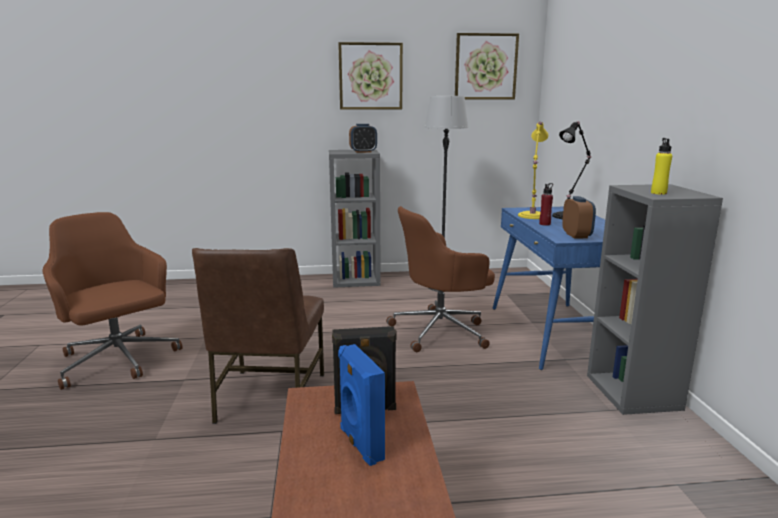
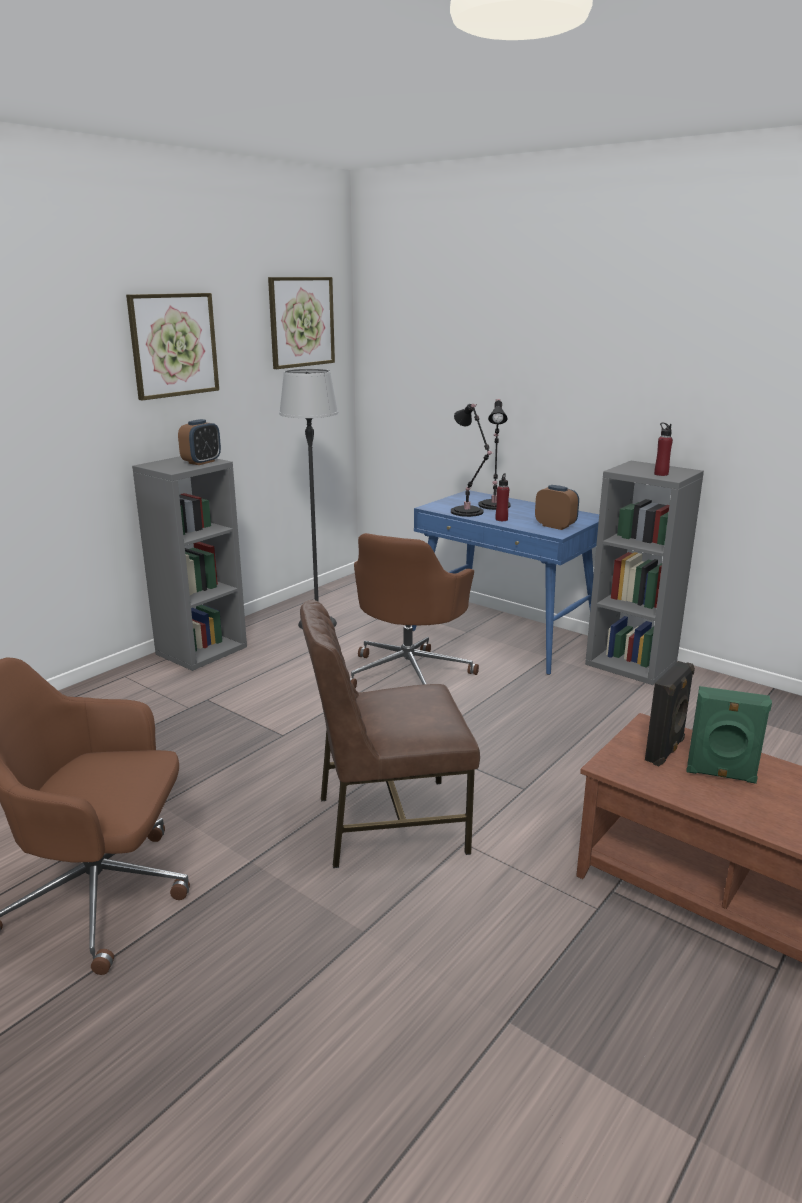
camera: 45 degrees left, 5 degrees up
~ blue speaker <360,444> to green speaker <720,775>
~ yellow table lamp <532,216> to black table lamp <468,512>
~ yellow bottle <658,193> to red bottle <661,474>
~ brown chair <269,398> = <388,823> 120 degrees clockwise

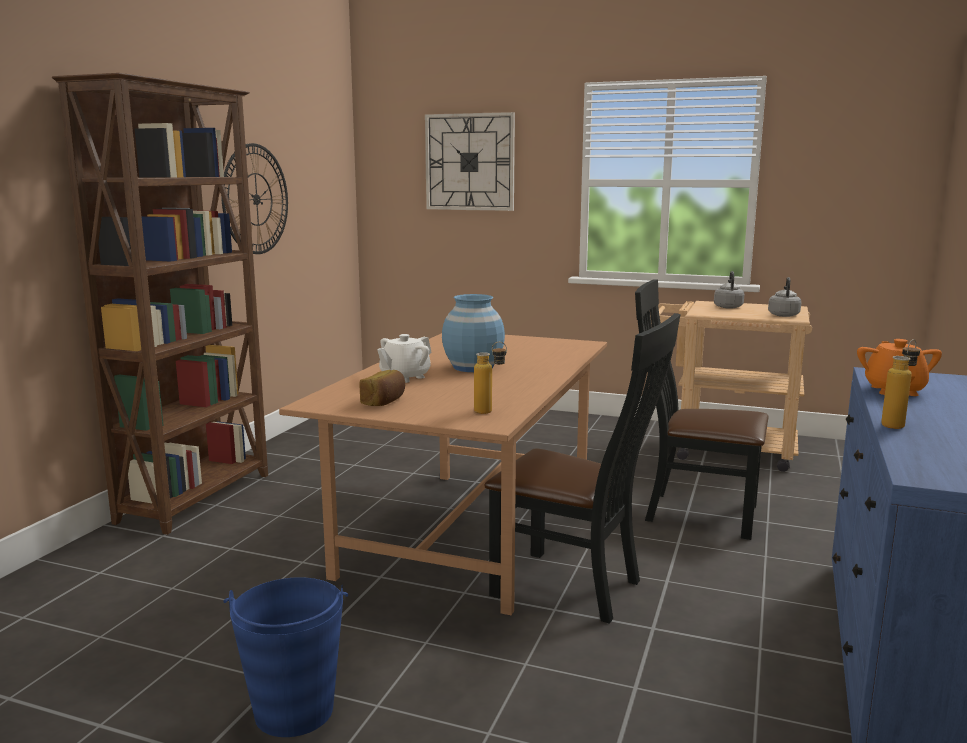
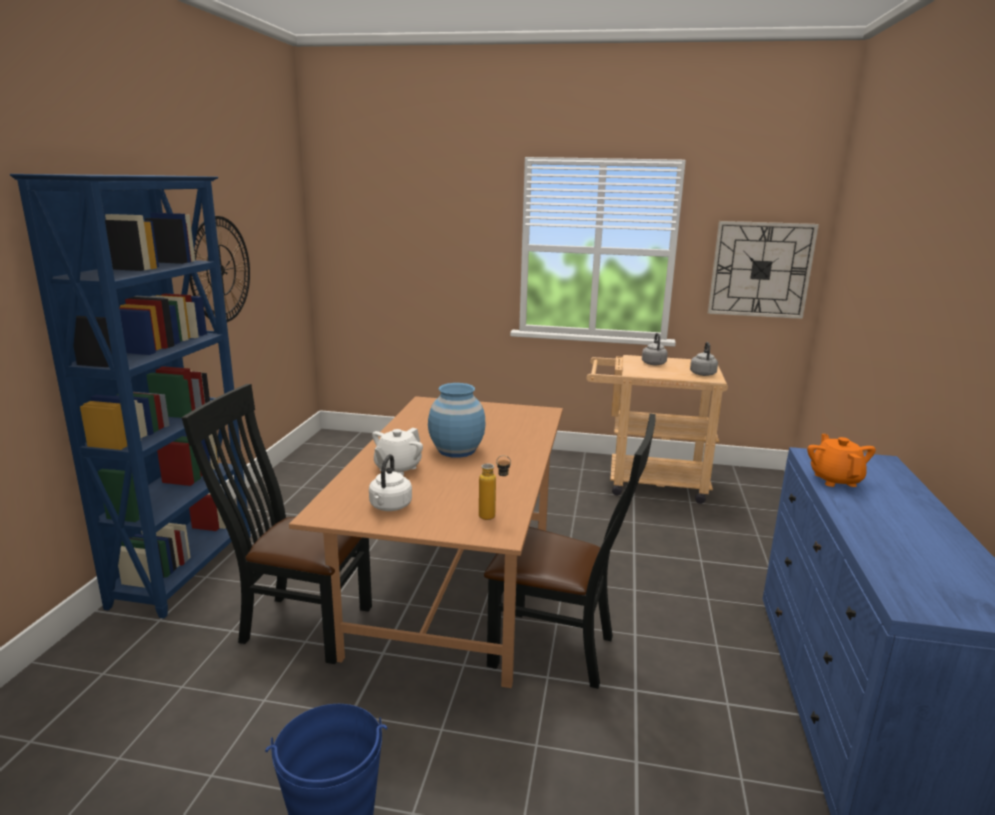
camera: 10 degrees left, 5 degrees up
- bottle <896,424>
~ wall clock <469,162> to <760,269>
~ black chair <693,512> to <299,624>
~ bread <384,402> to white kettle <390,507>
~ brown bookcase <198,498> to blue bookcase <186,569>

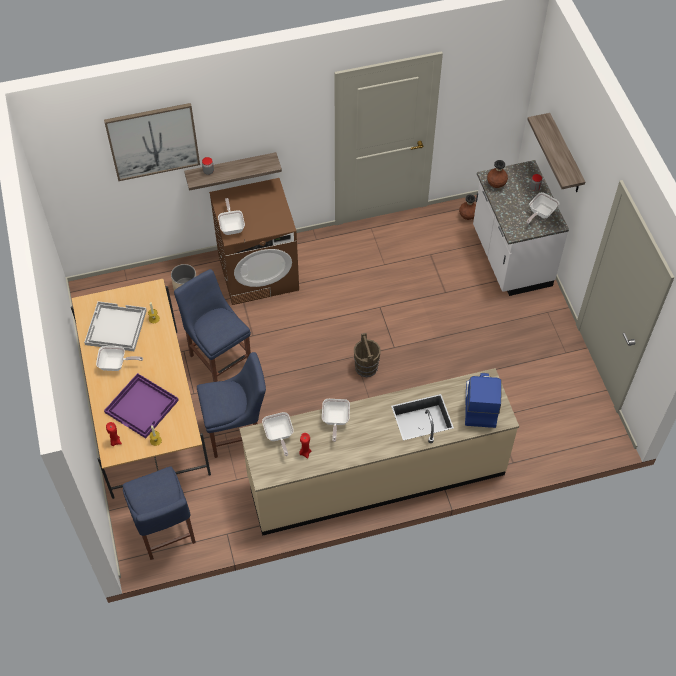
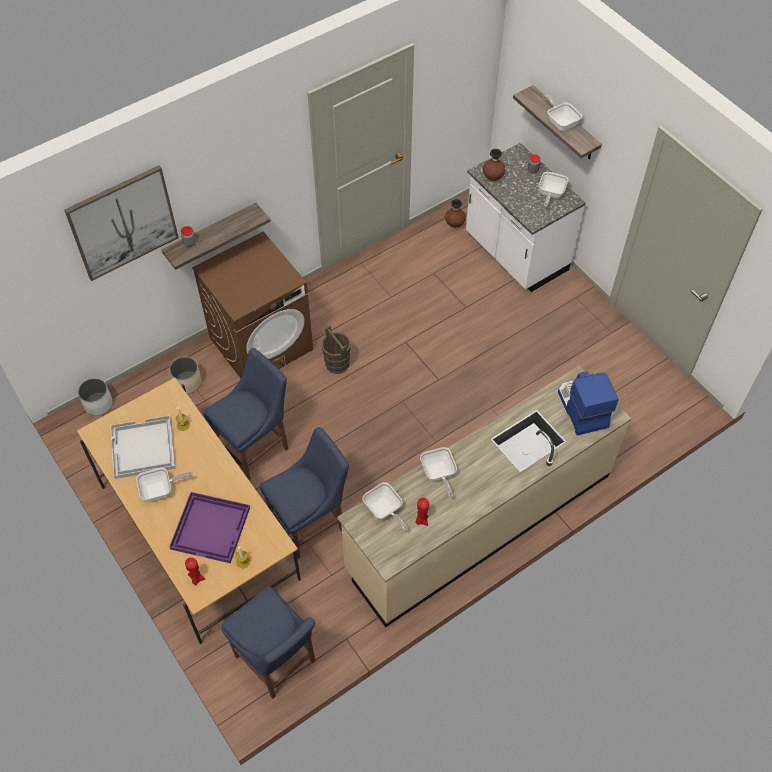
camera: 20 degrees left, 0 degrees up
+ white planter <98,404>
~ frying pan <232,226> to <560,122>
~ brown bucket <366,367> to <337,363>
~ blue chair <219,357> = <255,447> 105 degrees clockwise

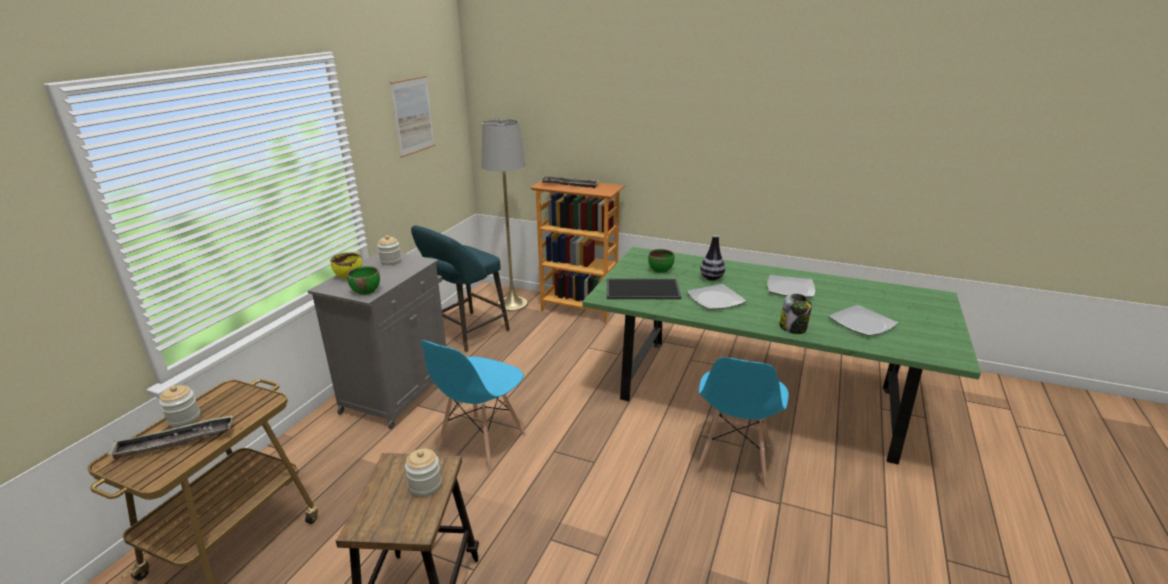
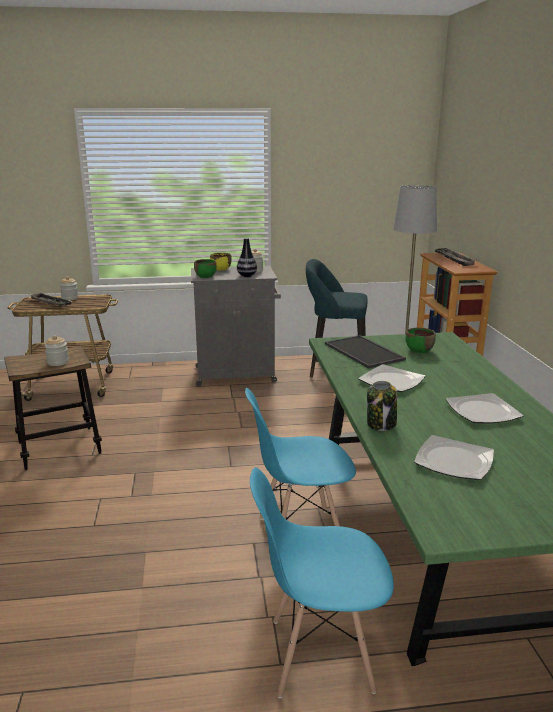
camera: 60 degrees right, 5 degrees down
- picture <413,116>
~ blue chair <481,443> to <319,655>
~ vase <711,278> to <247,276>

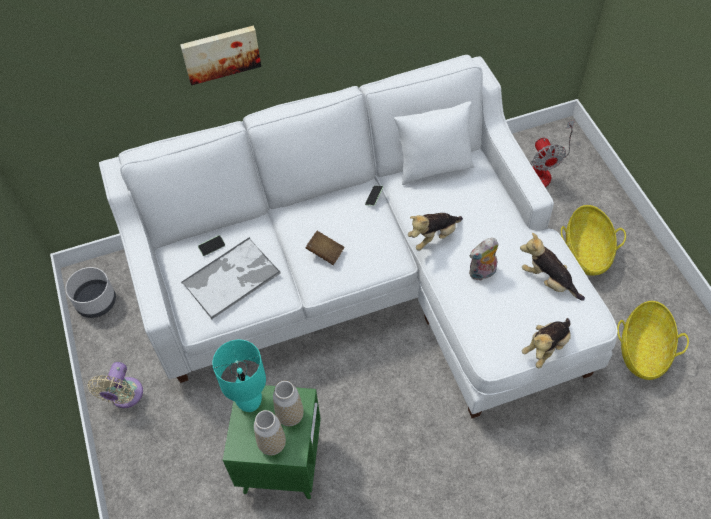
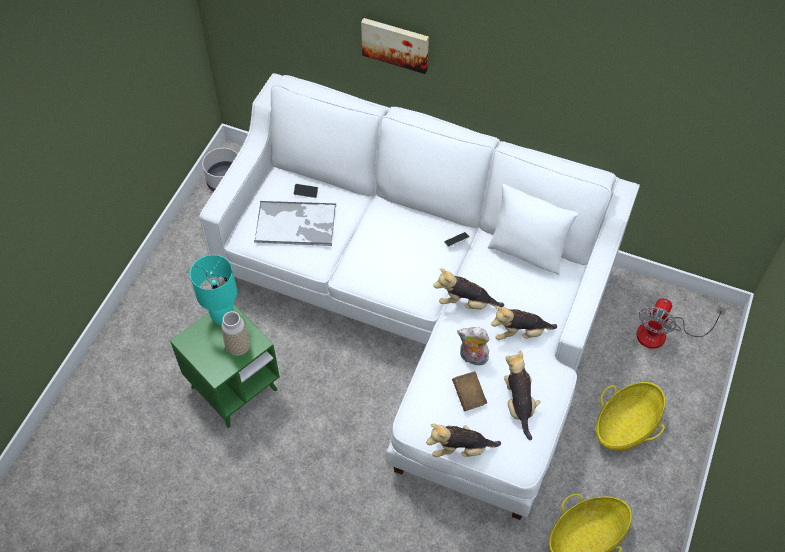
camera: 40 degrees right, 0 degrees up
- beige fan <125,396>
- vase <272,444>
+ plush toy <520,333>
~ brown book <325,253> to <468,395>

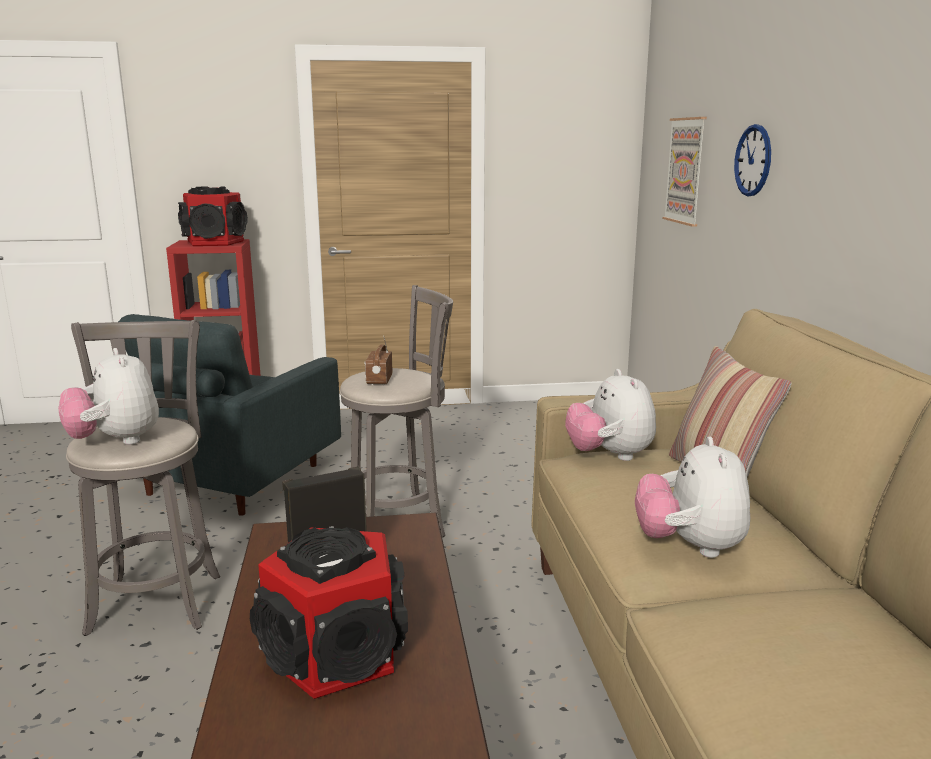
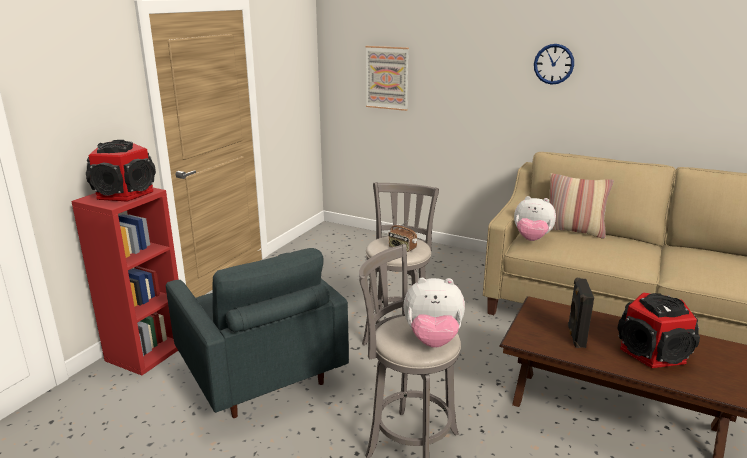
camera: 55 degrees left, 5 degrees up
- plush toy <690,547>
~ wall clock <753,160> to <553,64>

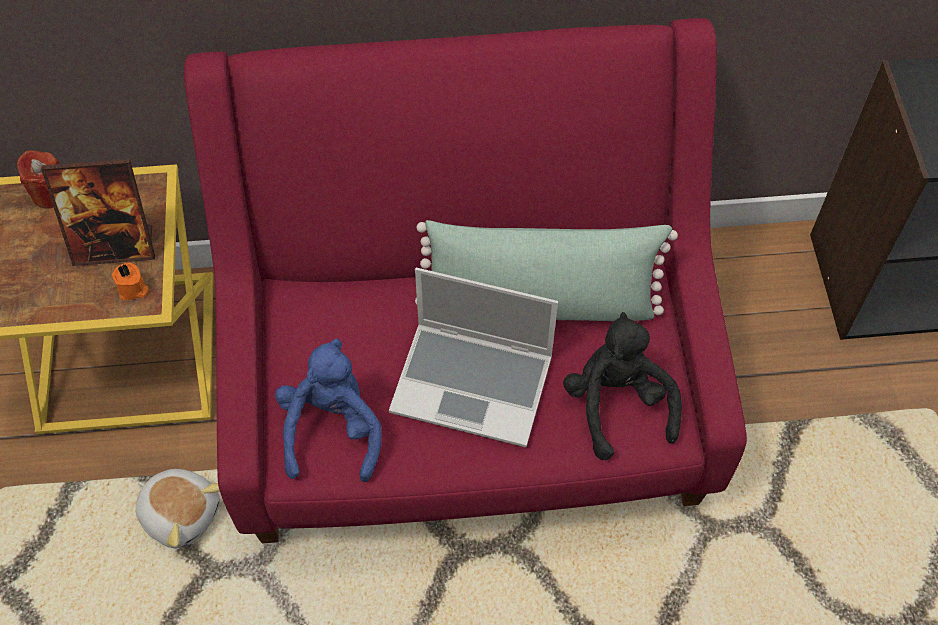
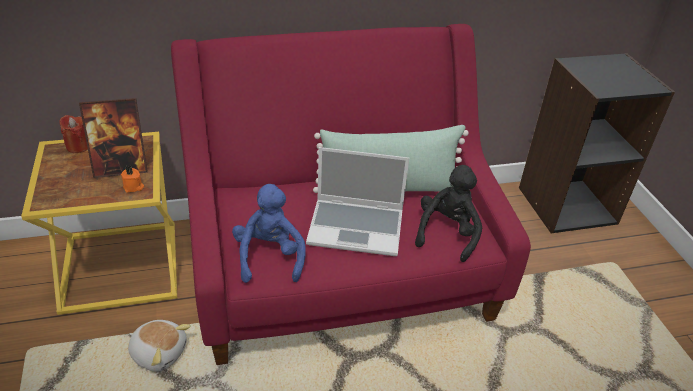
camera: 10 degrees left, 20 degrees down
~ black plush toy <617,404> = <447,233> 45 degrees clockwise

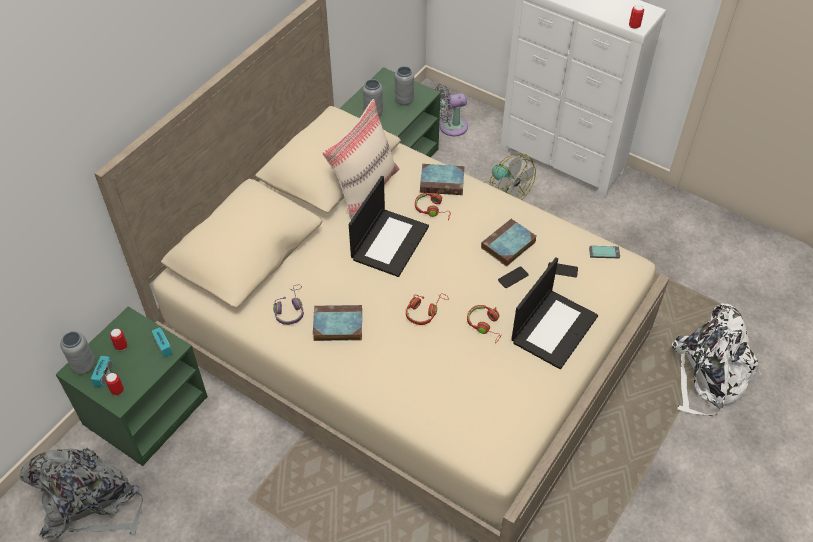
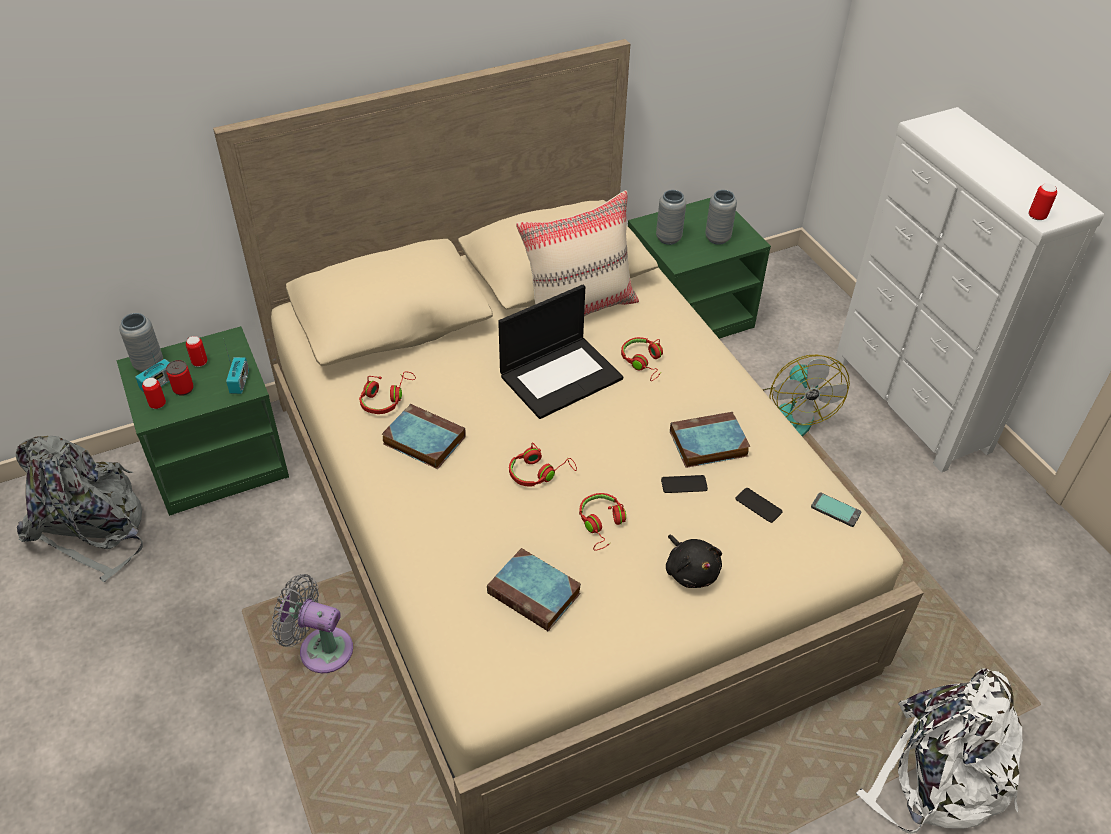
camera: 30 degrees right, 5 degrees down
+ can <183,389>
~ book <443,182> to <536,594>
~ grey fan <450,127> to <320,648>
~ laptop <554,328> to black plush toy <690,571>
~ purple headphones <290,310> to red headphones <386,398>

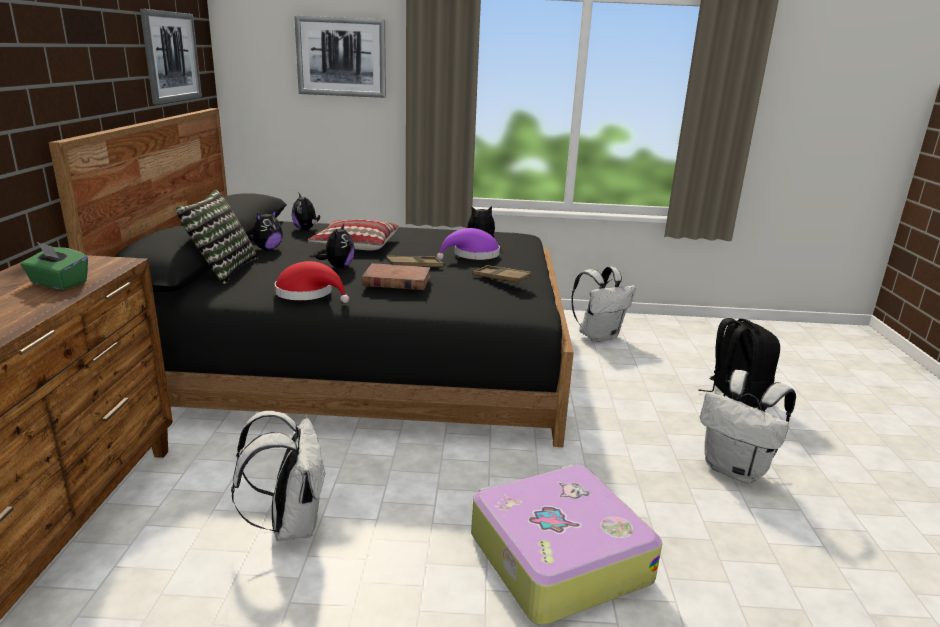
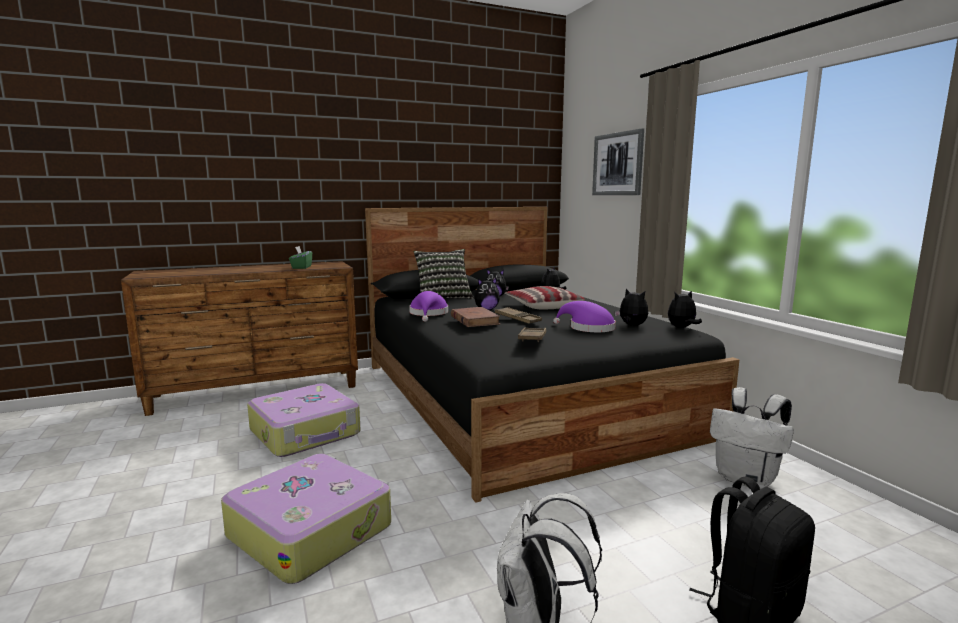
camera: 65 degrees right, 10 degrees down
- picture <171,57>
+ plush toy <682,327>
~ white backpack <290,524> to suitcase <306,432>
~ red hat <308,293> to purple hat <428,314>

